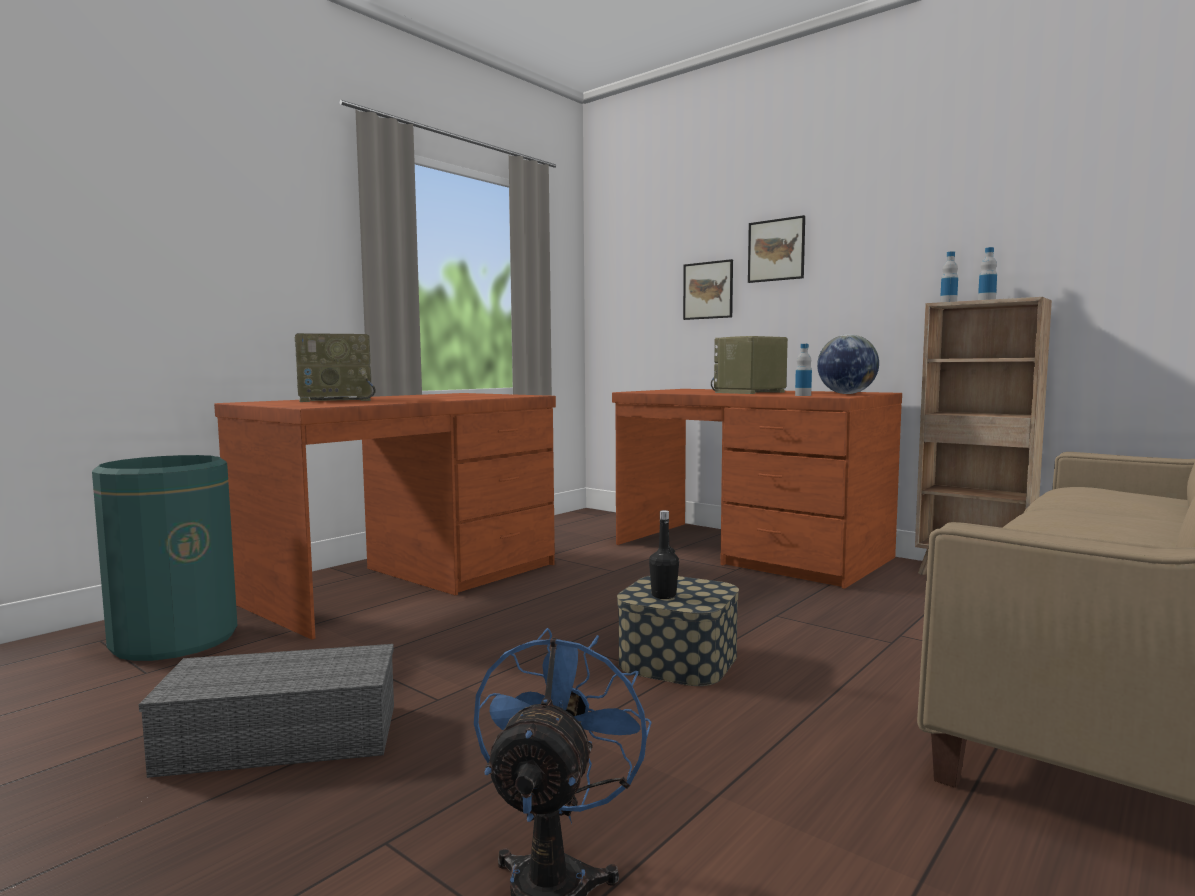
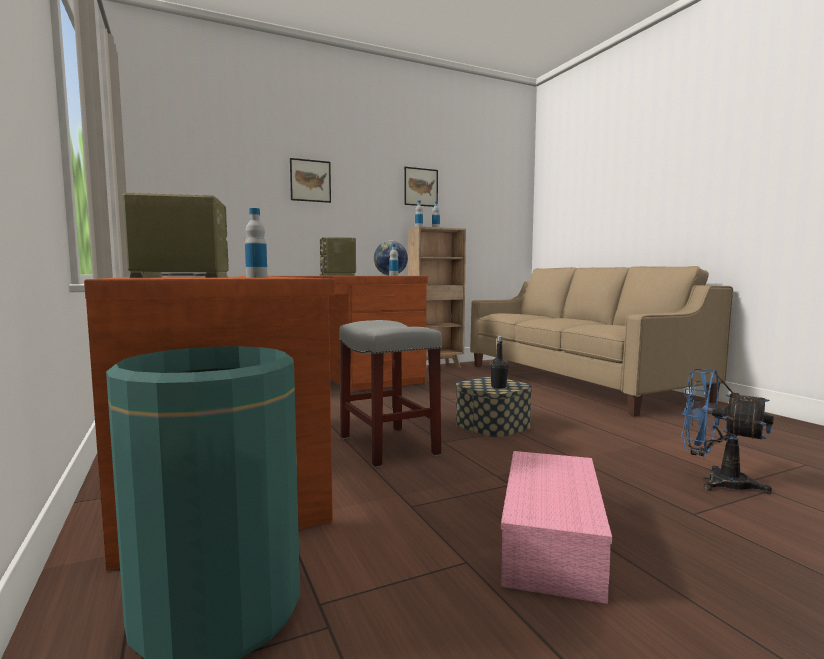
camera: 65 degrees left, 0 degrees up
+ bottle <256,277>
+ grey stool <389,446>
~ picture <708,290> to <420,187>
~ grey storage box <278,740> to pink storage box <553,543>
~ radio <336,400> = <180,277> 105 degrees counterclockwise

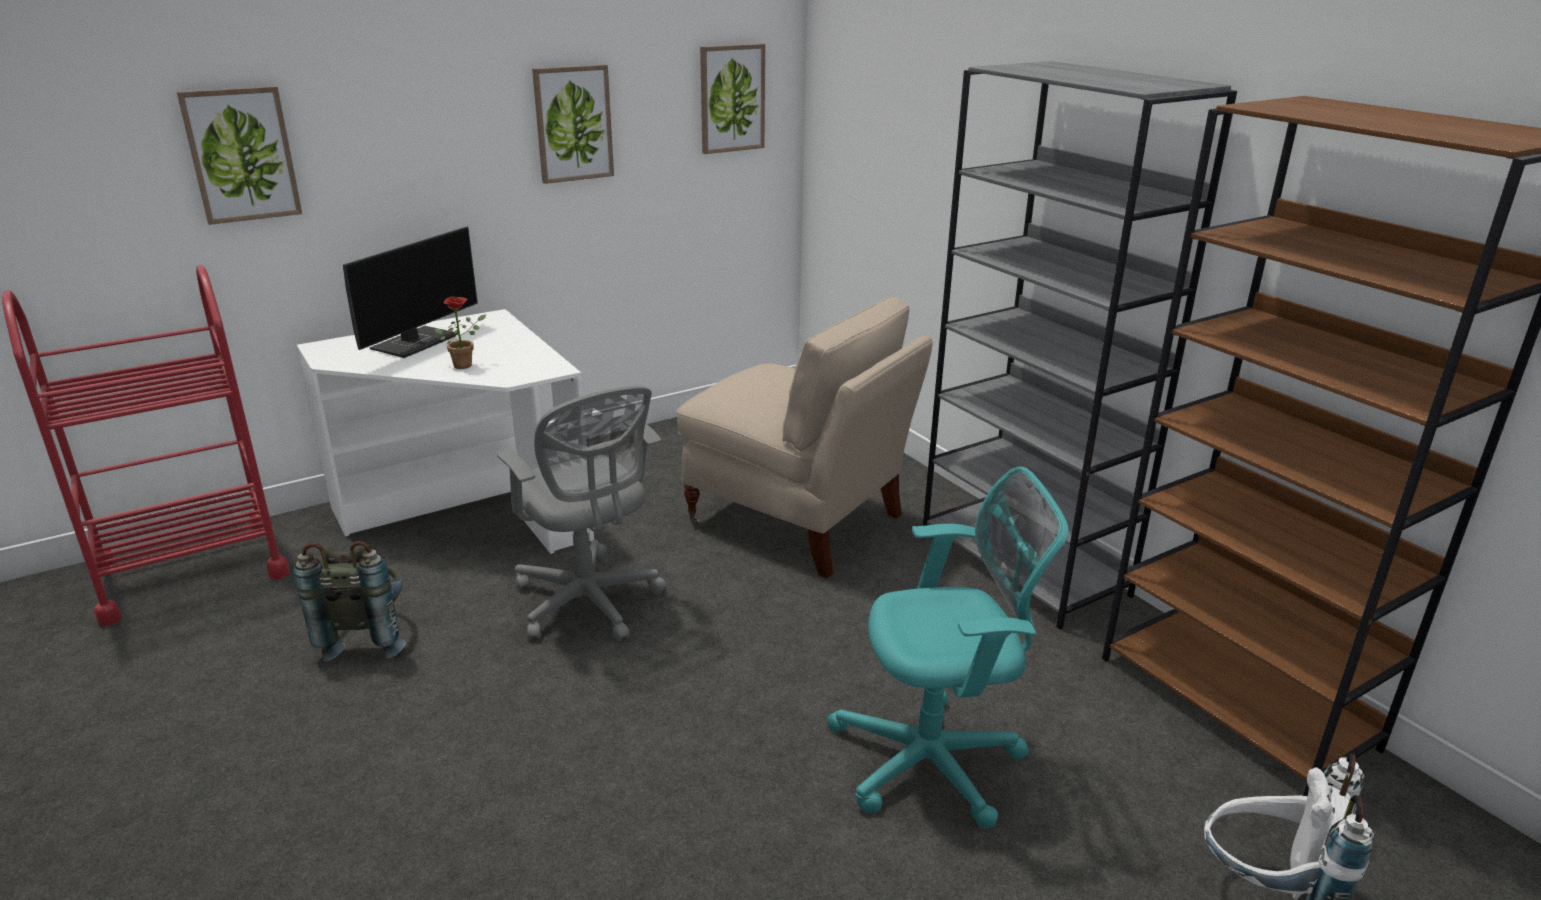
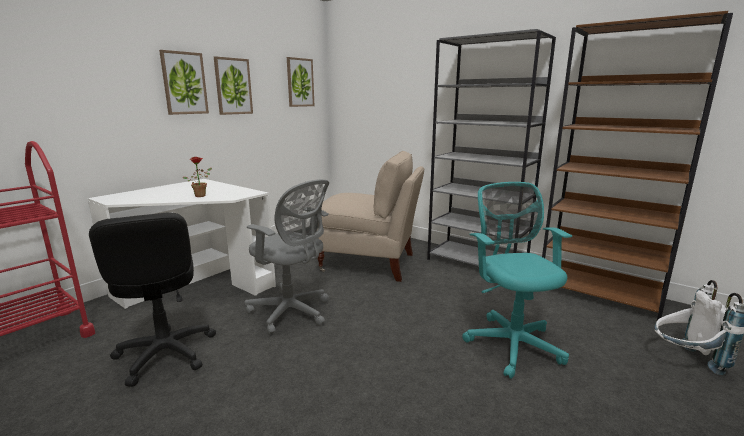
camera: 20 degrees left, 10 degrees down
- monitor <416,342>
~ picture <241,155> to <184,83>
~ grey backpack <366,636> to black office chair <165,354>
~ turquoise office chair <936,762> = <511,342> 75 degrees counterclockwise

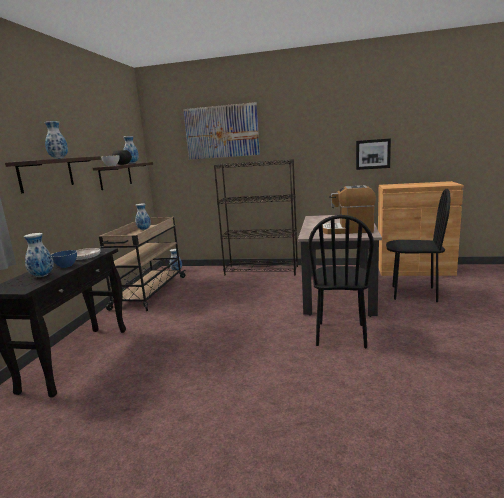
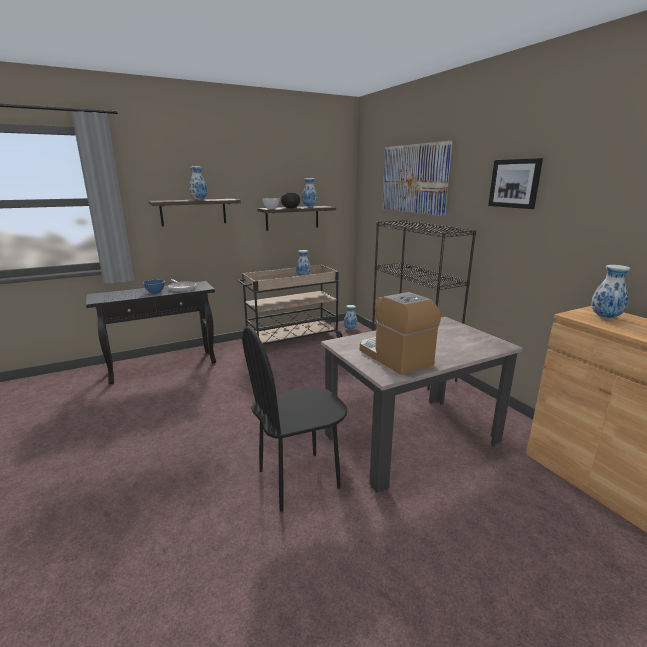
camera: 50 degrees right, 5 degrees up
- black chair <414,293>
~ vase <42,276> to <605,317>
~ picture <372,154> to <515,183>

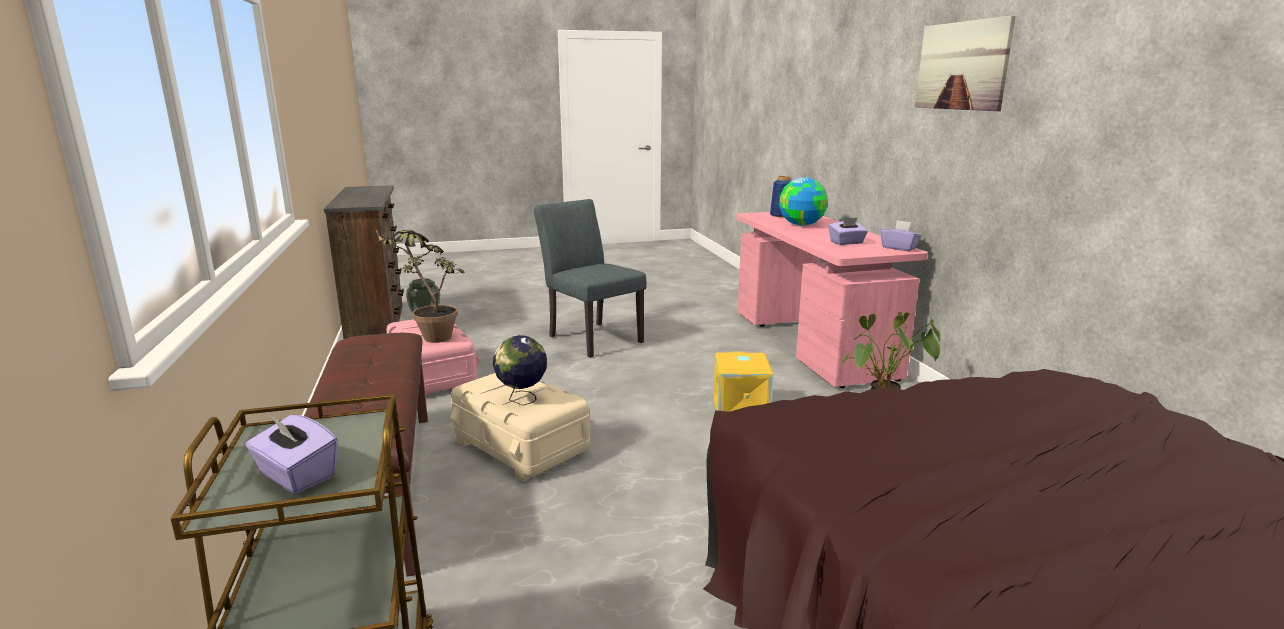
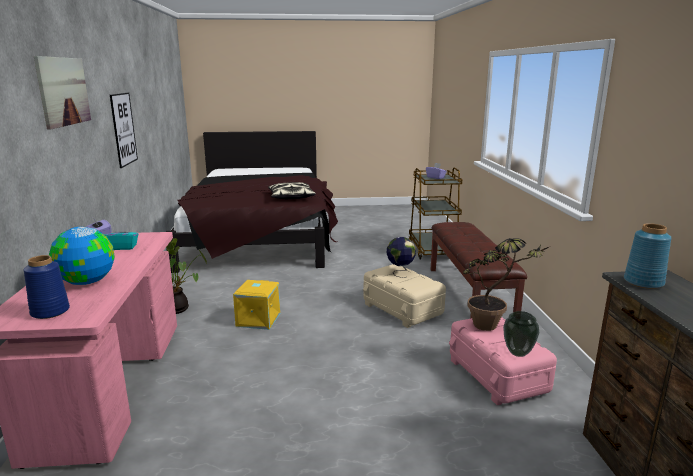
camera: 170 degrees left, 0 degrees up
- grey chair <591,337>
+ picture <123,129>
+ pillow <291,197>
+ blue vase <643,282>
~ purple tissue box <846,243> to turquoise tissue box <122,247>

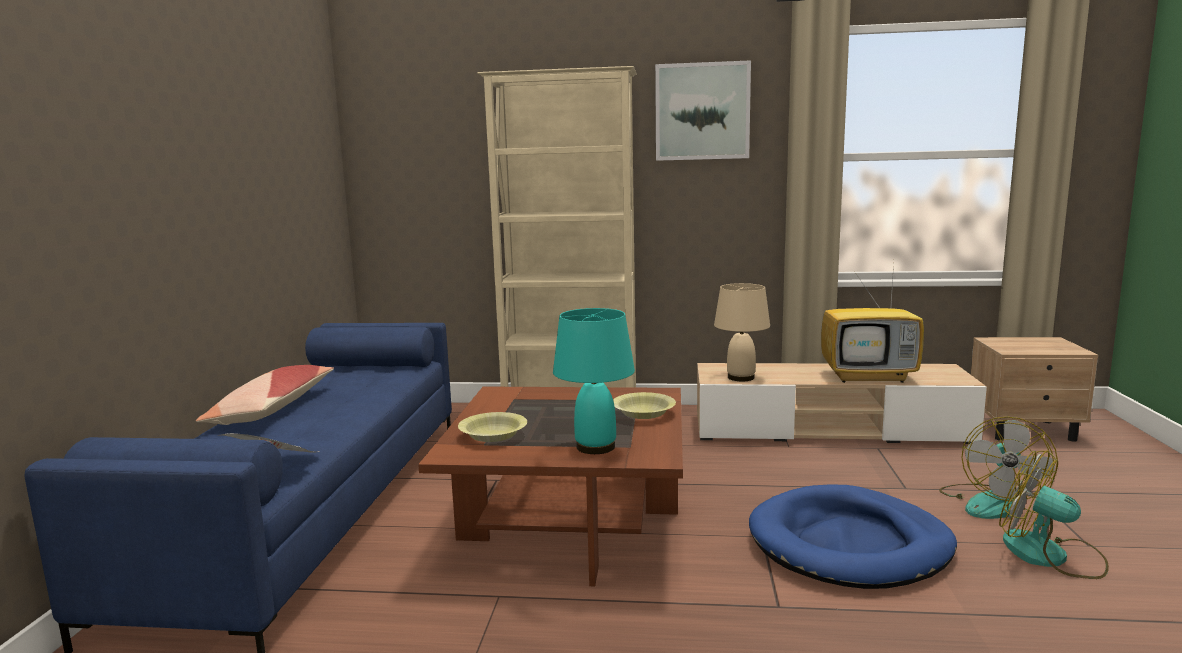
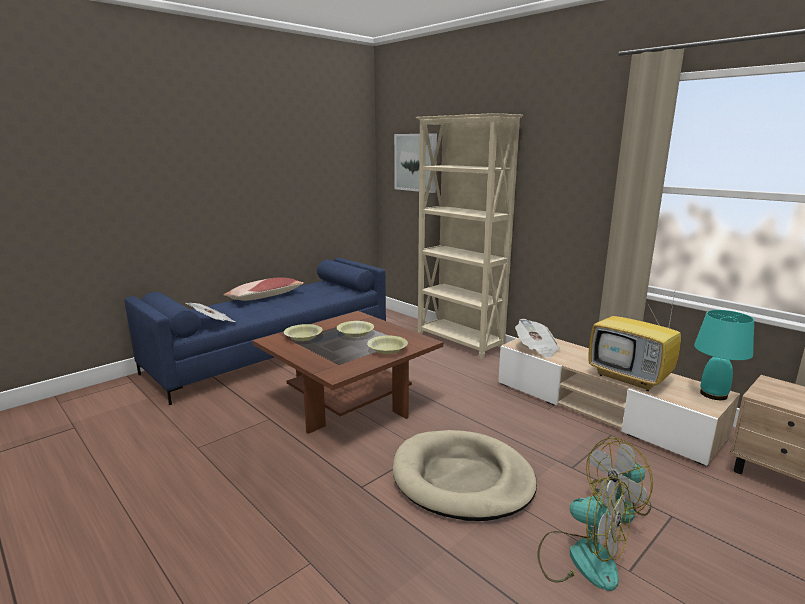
camera: 40 degrees right, 5 degrees up
+ yellow bowl <355,333>
~ turquoise table lamp <594,447> to <712,394>
~ picture <702,111> to <416,162>
~ beige table lamp <741,377> to newspaper <536,349>
~ blue dog bed <849,544> to beige dog bed <462,479>
~ fan <1050,556> = <580,558> 135 degrees clockwise

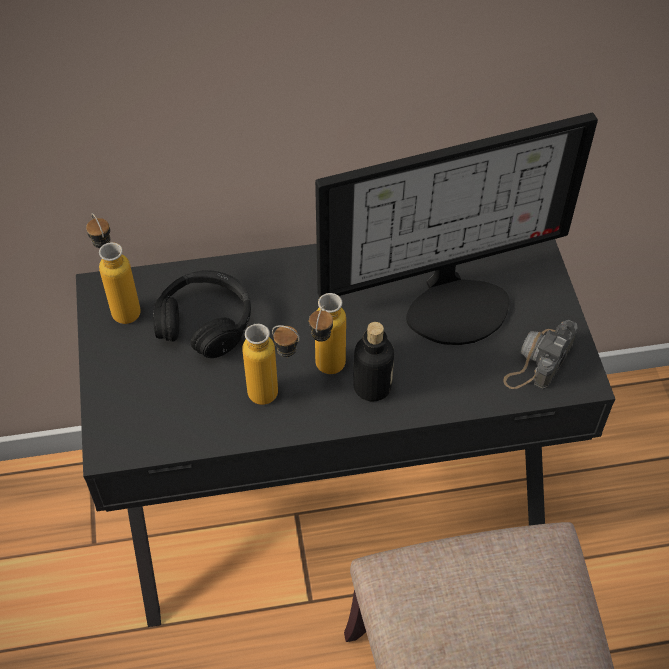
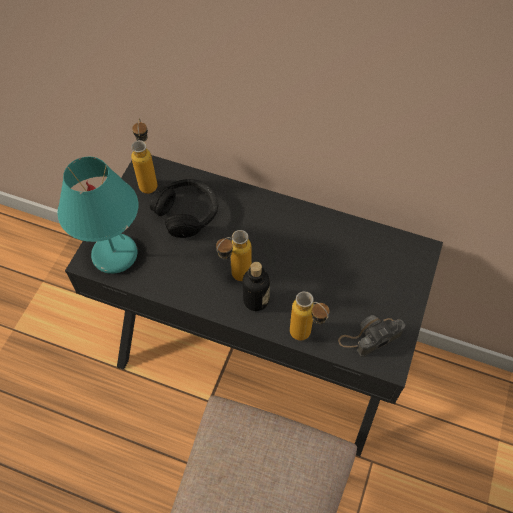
camera: 30 degrees right, 5 degrees up
- monitor <455,302>
+ turquoise table lamp <114,255>
~ bottle <275,396> to <306,337>

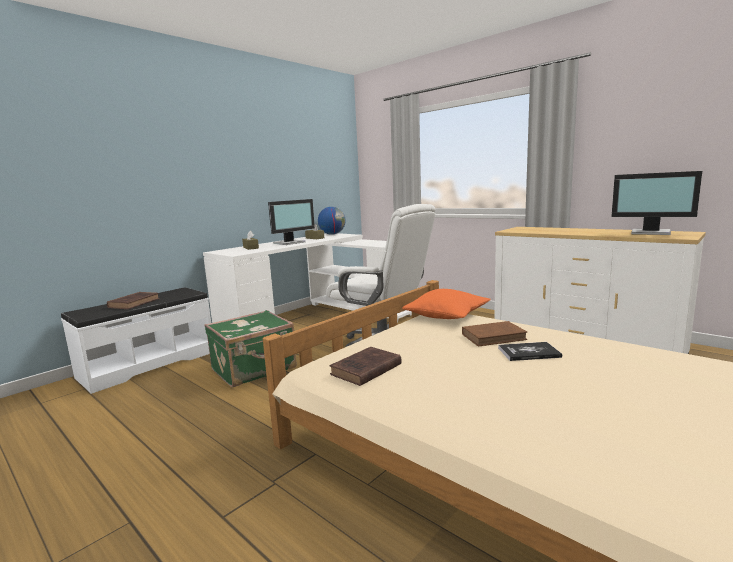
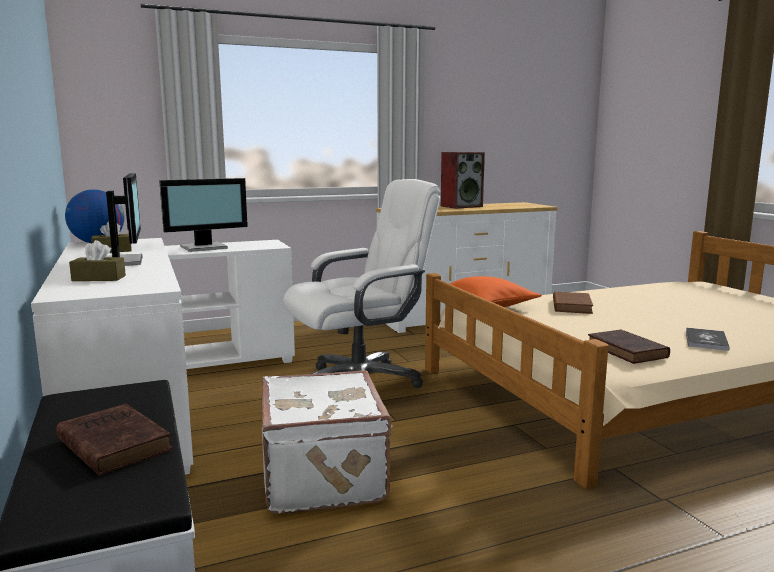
camera: 65 degrees left, 0 degrees up
+ speaker <461,206>
~ book <529,352> to <706,340>
~ monitor <651,233> to <205,247>
~ green suitcase <254,369> to white suitcase <326,475>

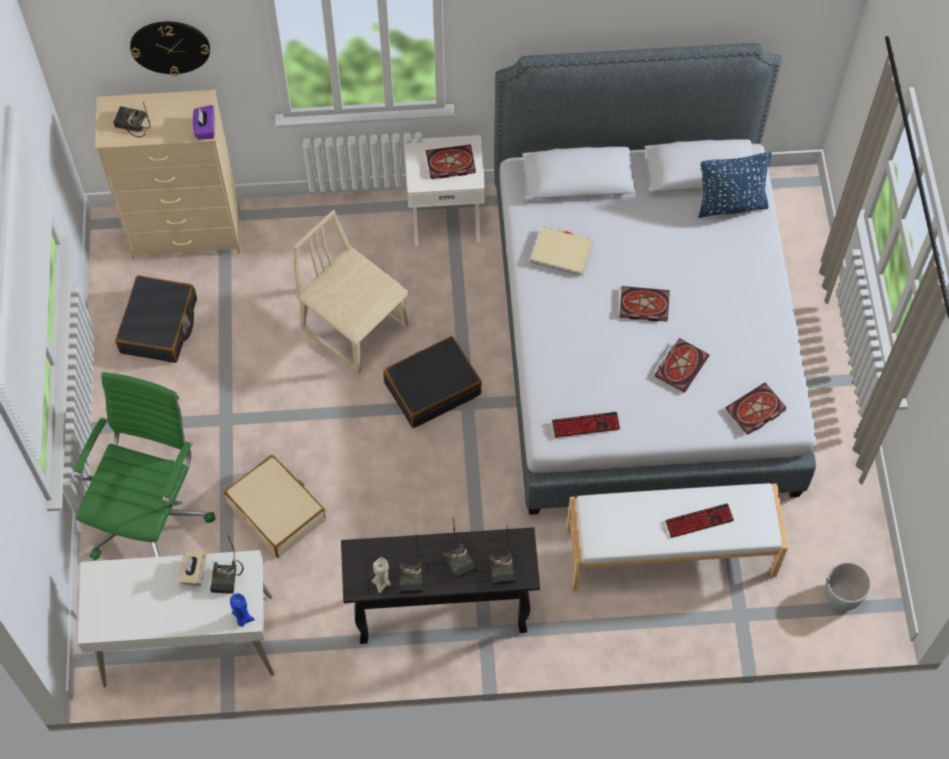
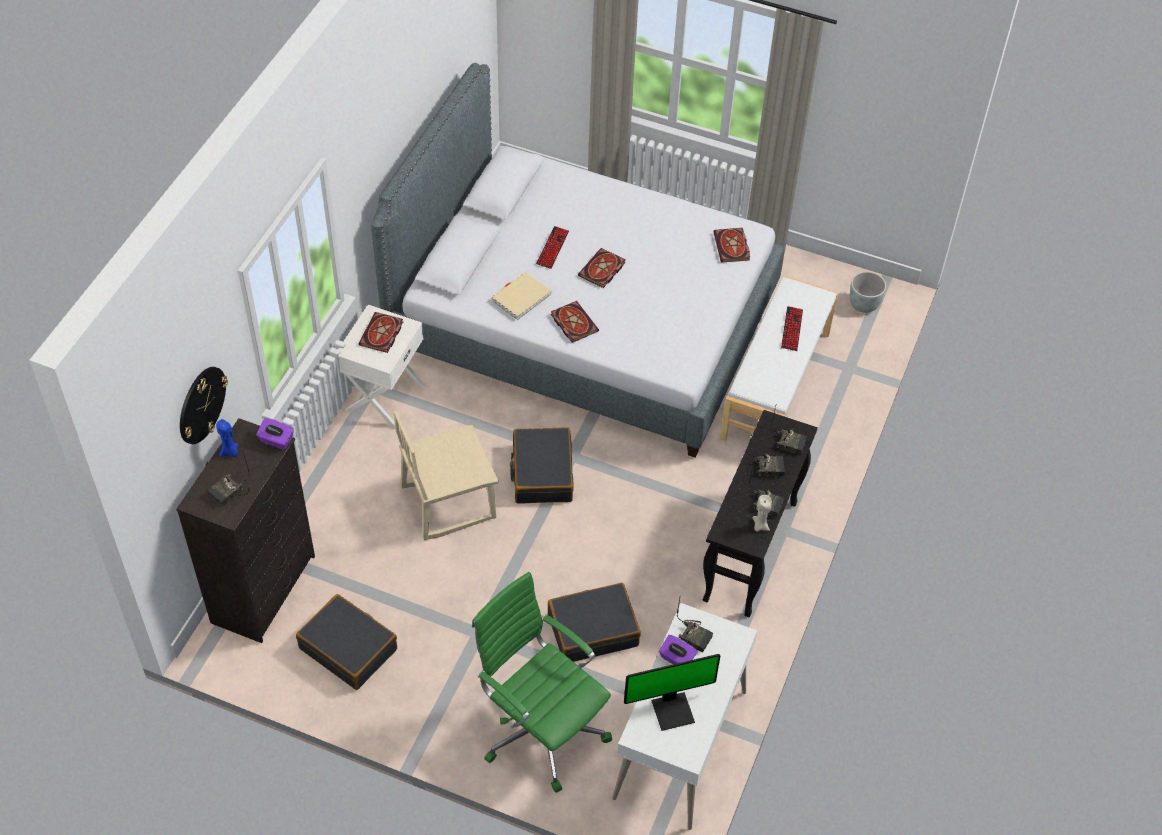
camera: 65 degrees left, 10 degrees down
- blue pillow <730,204>
+ monitor <672,709>
~ blue candle <242,618> to <230,452>
~ keyboard <585,425> to <552,248>
~ book <681,365> to <572,322>
~ beige dresser <187,234> to black dresser <265,589>
~ beige tissue box <194,572> to purple tissue box <676,658>
~ beige suitcase <277,511> to black suitcase <593,629>

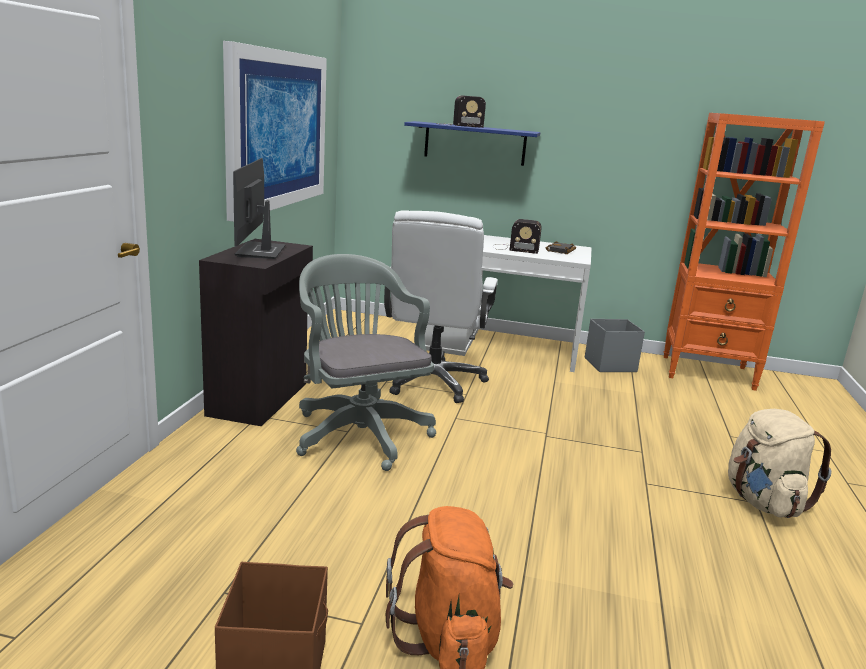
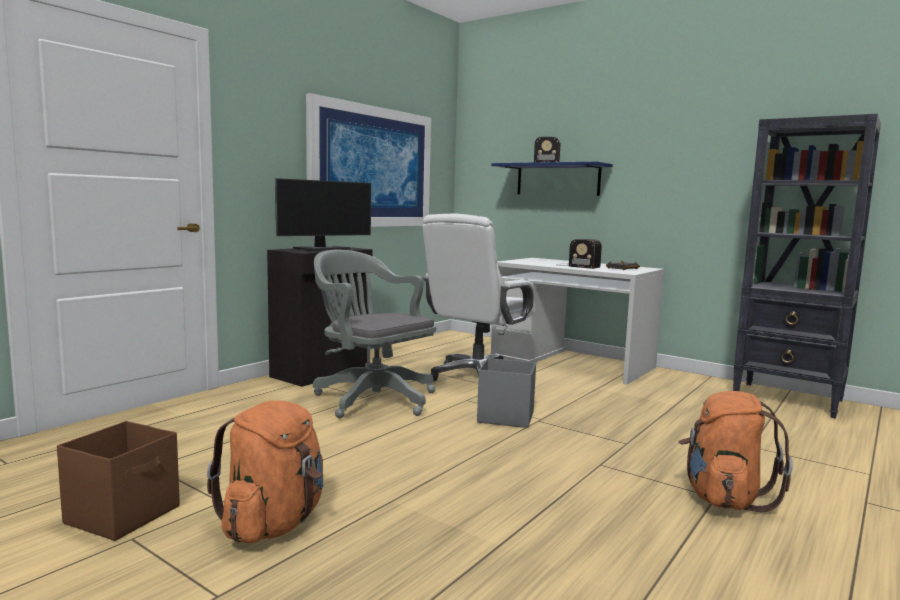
camera: 25 degrees right, 10 degrees down
~ grey storage box <609,365> to <505,417>
~ orange bookcase <708,373> to black bookcase <789,400>
~ beige backpack <763,502> to orange backpack <724,498>
~ monitor <261,252> = <322,249> 150 degrees counterclockwise
~ grey office chair <358,432> = <371,398> 45 degrees counterclockwise

